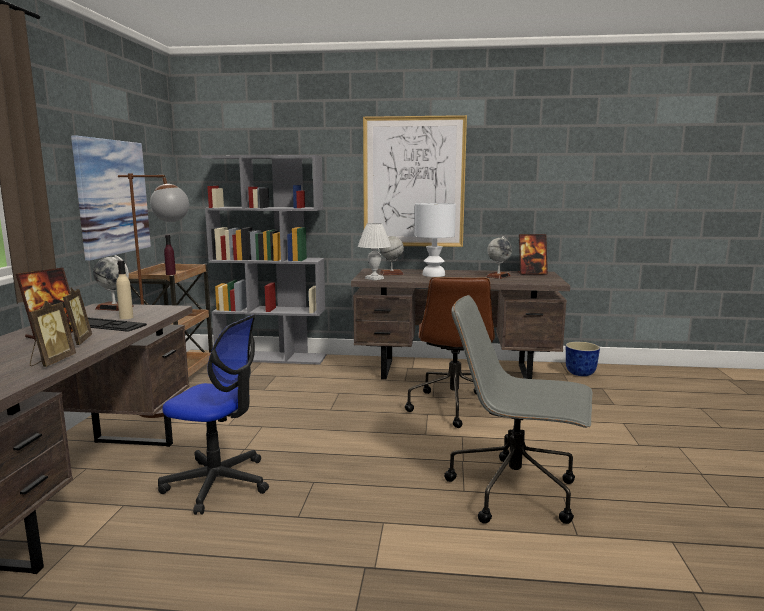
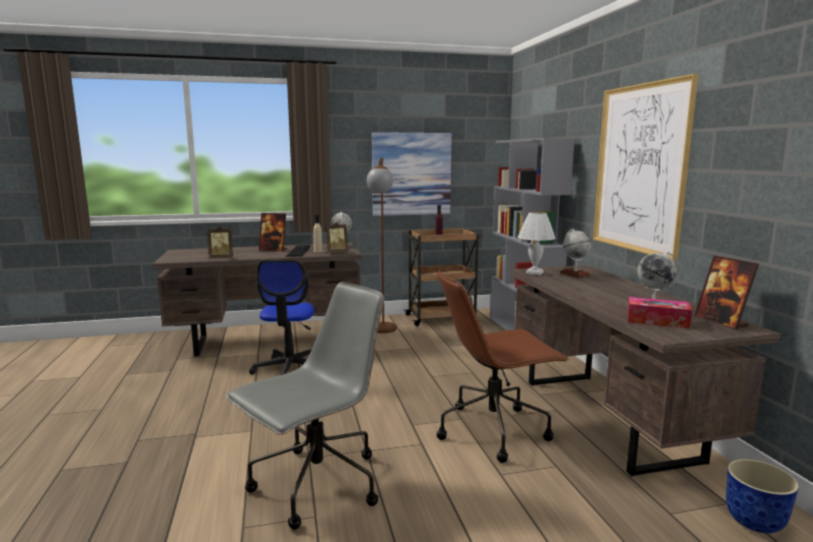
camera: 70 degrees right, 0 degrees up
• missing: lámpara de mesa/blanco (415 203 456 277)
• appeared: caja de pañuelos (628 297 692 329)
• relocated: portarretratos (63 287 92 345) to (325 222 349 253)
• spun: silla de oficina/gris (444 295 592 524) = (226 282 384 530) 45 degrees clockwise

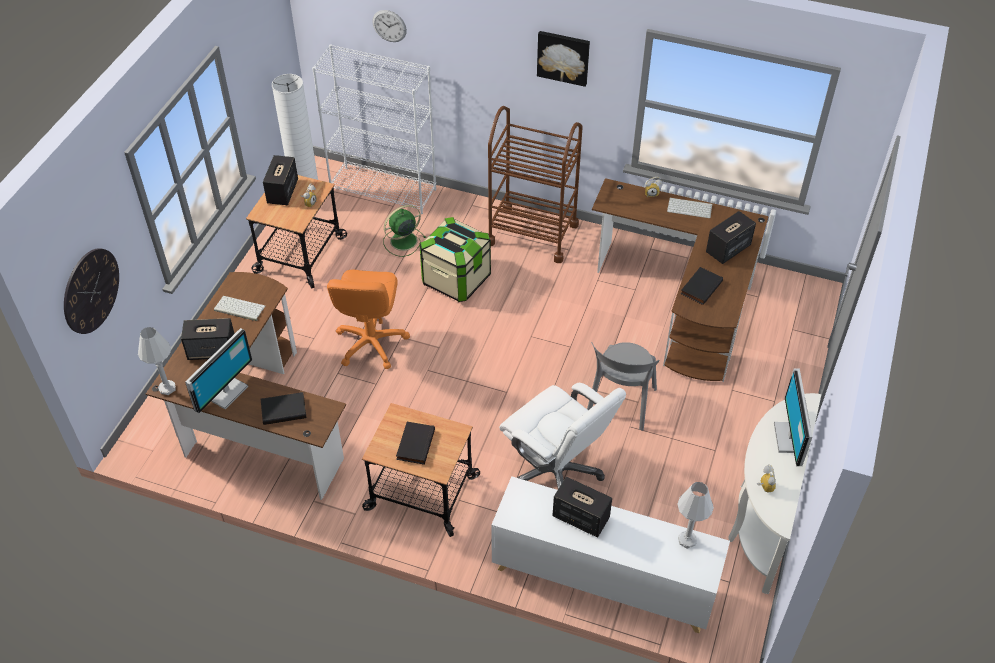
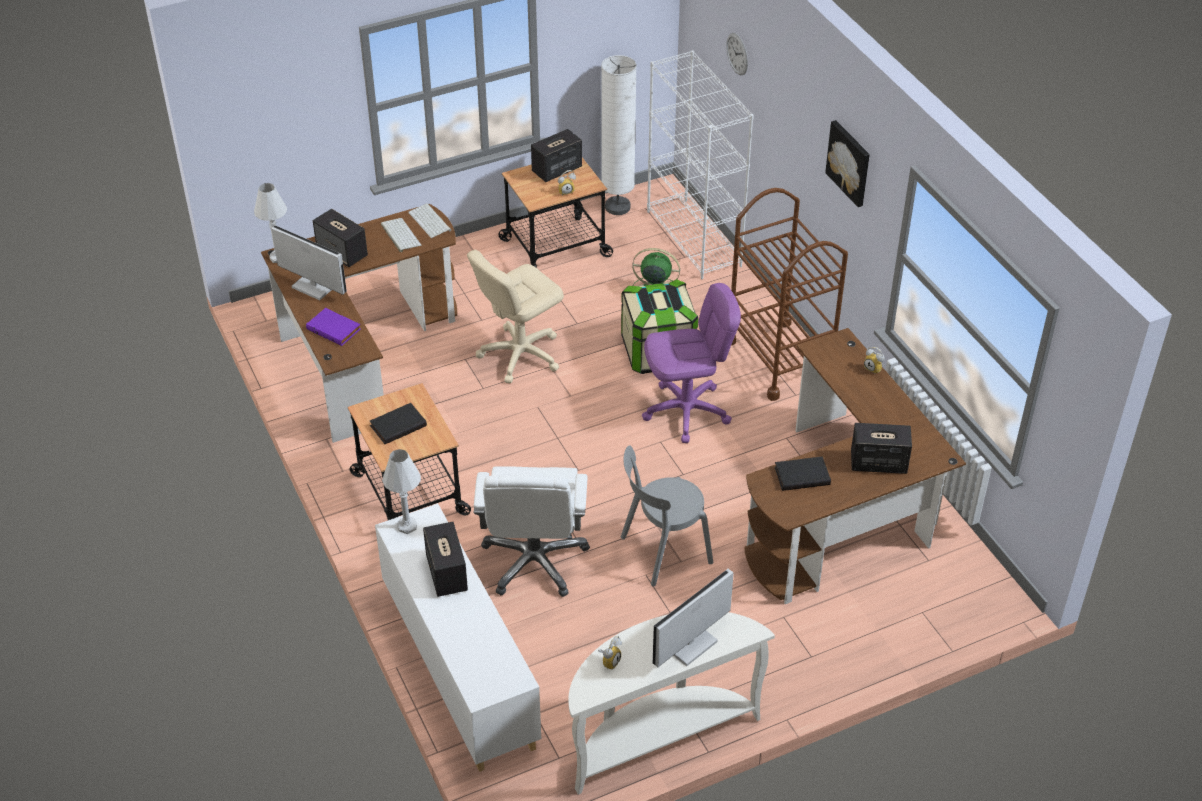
camera: 45 degrees right, 5 degrees down
• missing: reloj de pared (64 248 119 334)
• appeared: silla de oficina/morado (642 283 741 443)
• relocated: teclado (667 198 712 218) to (408 203 451 238)
• relocated: lámpara de mesa/blanco (677 482 714 549) to (382 449 421 534)
• colour: libro/negro (261 392 306 425) to libro/morado (306 308 361 346)
• colour: silla de oficina/naranja (327 270 410 369) to silla de oficina/beis (467 249 564 383)
• spun: monitor (185 328 252 413) = (271 225 347 300) 135 degrees counterclockwise

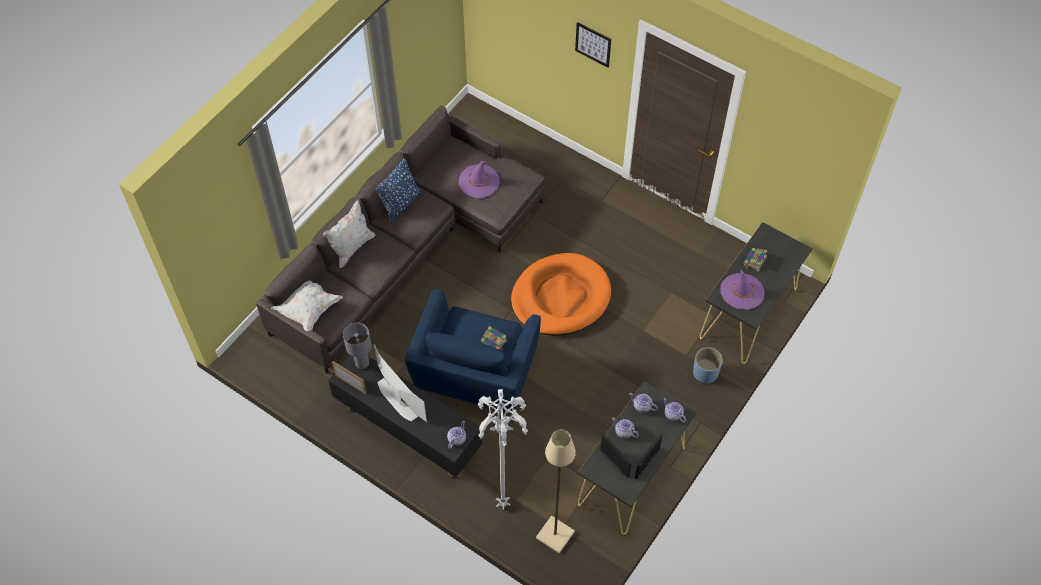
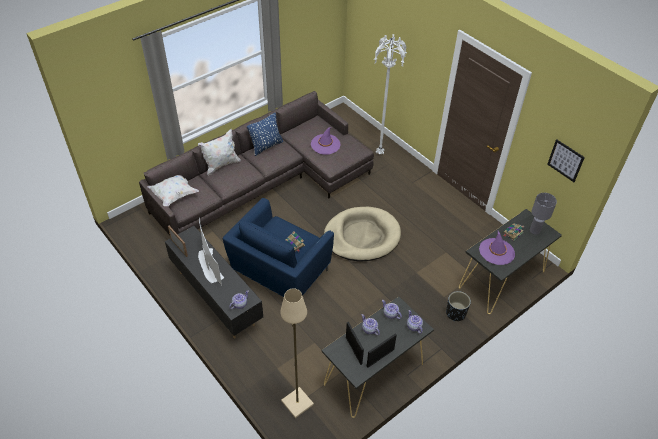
camera: 15 degrees right, 10 degrees down
• relocated: lámpara de mesa/gris (343 322 372 369) to (530 193 557 235)
• relocated: lámpara de pie/blanco (478 389 528 510) to (374 34 407 155)
• relocated: cuadro (575 22 611 67) to (547 139 585 182)
• colour: cama para perro/naranja (511 253 611 336) to cama para perro/beis (324 207 401 262)
• colour: maceta/azul (693 347 723 384) to maceta/negro (446 291 471 322)

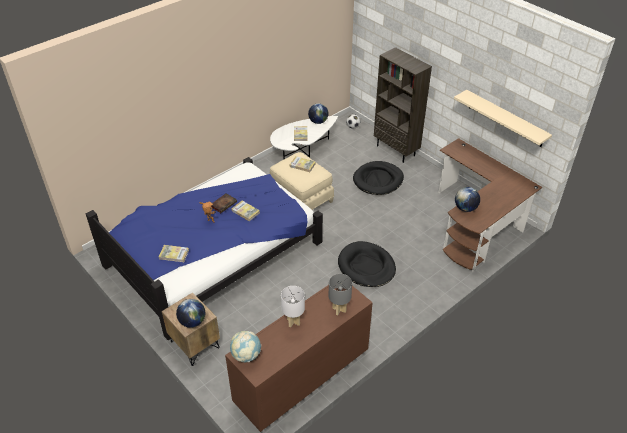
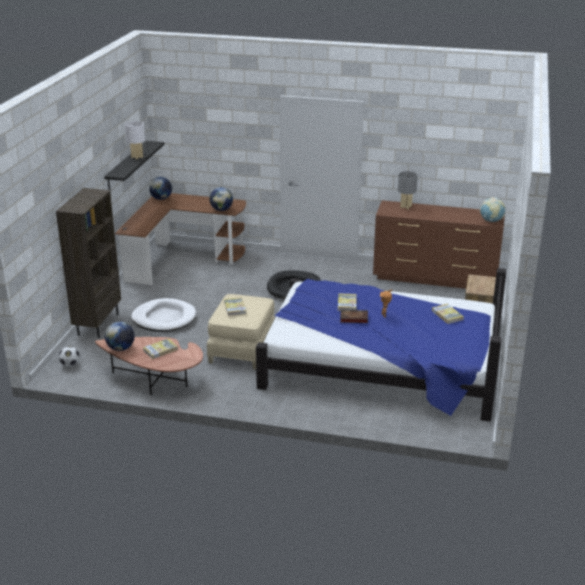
camera: 125 degrees left, 15 degrees down
• relocated: globo terráqueo (176 299 205 328) to (149 177 172 200)
• relocated: lámpara de mesa/blanco (281 286 305 327) to (125 121 145 160)
• colour: mesa de centro/blanco (270 116 338 159) to mesa de centro/marrón (95 337 203 395)
• colour: cama para perro/negro (353 161 404 195) to cama para perro/blanco (131 298 196 332)
• colour: estante/beis (454 90 552 147) to estante/negro (104 141 164 190)

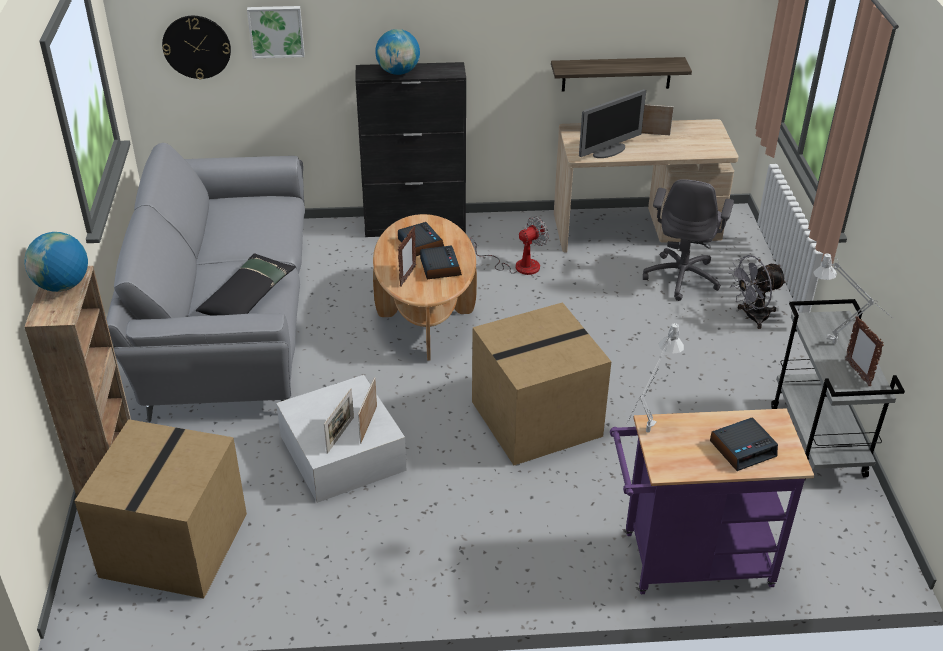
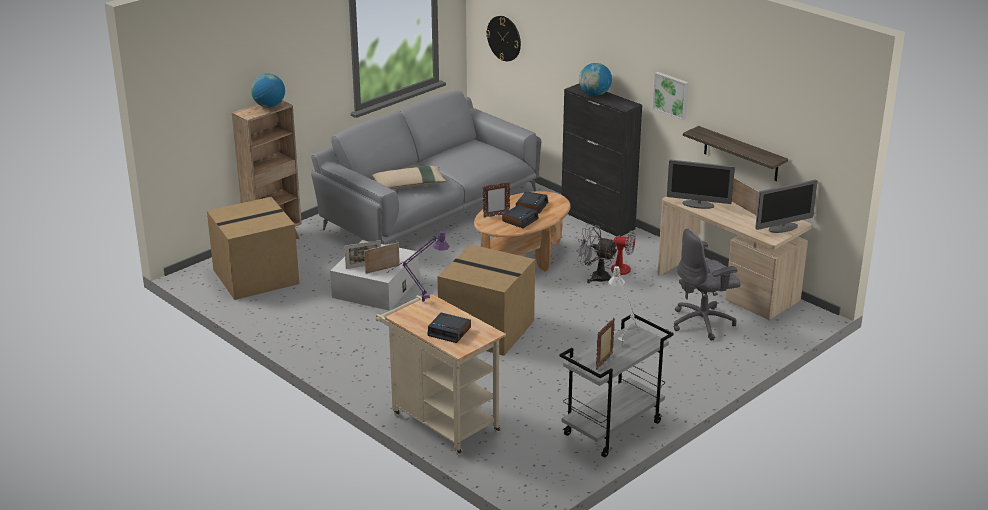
camera: 50 degrees right, 10 degrees down
• appeared: monitor (755 179 817 233)
• relocated: cuadro (247 6 305 58) to (653 72 689 120)
• relocated: ventilador/gris (728 255 787 329) to (576 224 618 283)
• colour: cojín/negro (196 253 296 316) to cojín/beis (372 166 446 189)
• colour: carrito/morado (610 408 814 594) to carrito/beis (375 294 506 455)
• colour: lámpara de mesa/gris (627 323 684 432) to lámpara de mesa/morado (388 230 450 302)

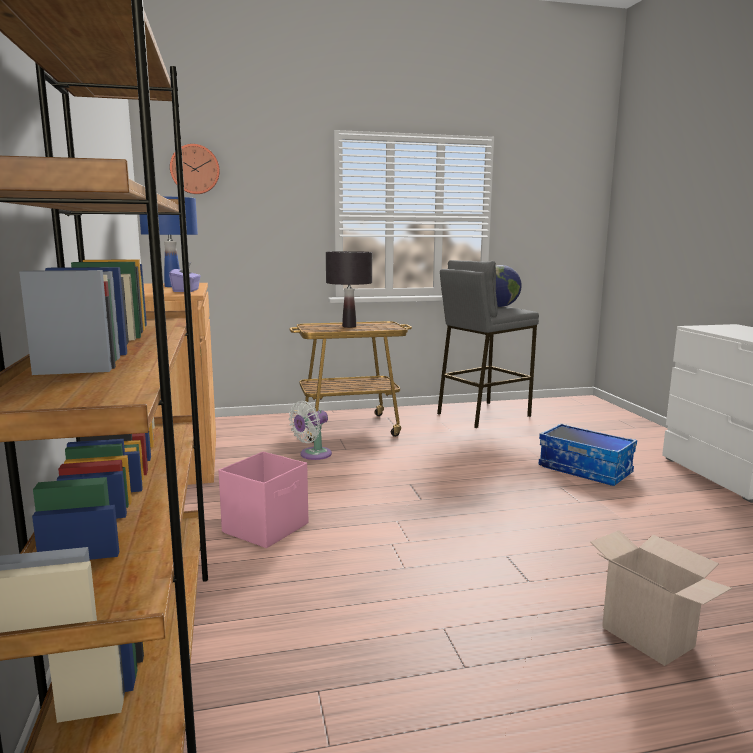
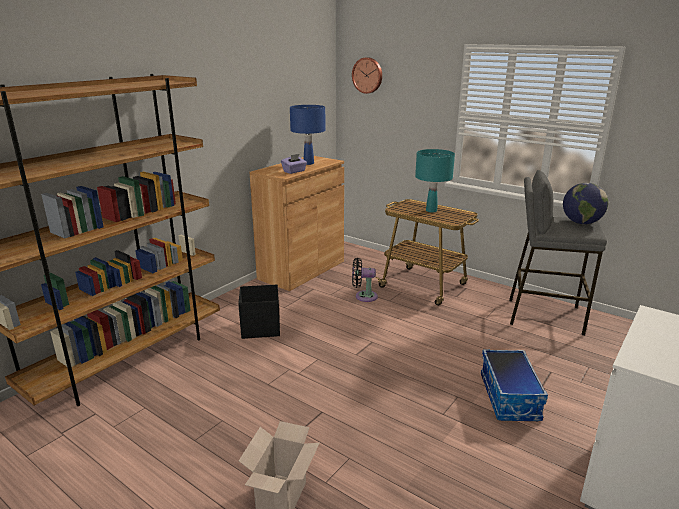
camera: 50 degrees right, 10 degrees up
• colour: caja de almacenaje/rosa (219 451 308 548) to caja de almacenaje/negro (238 284 280 339)
• colour: ventilador/blanco (289 401 332 460) to ventilador/negro (352 258 378 302)
• colour: lámpara de mesa/negro (326 251 372 328) to lámpara de mesa/turquesa (415 149 455 213)

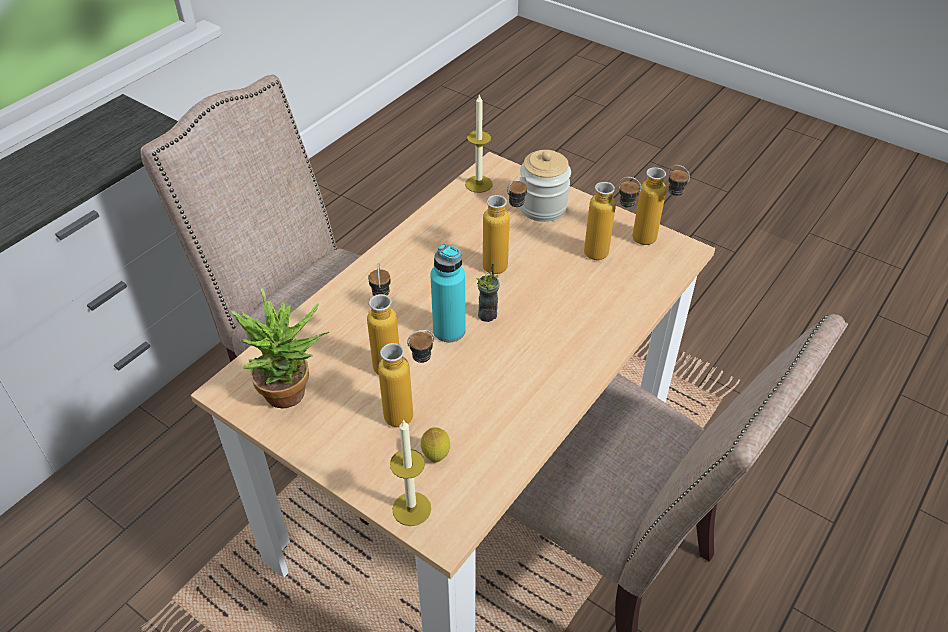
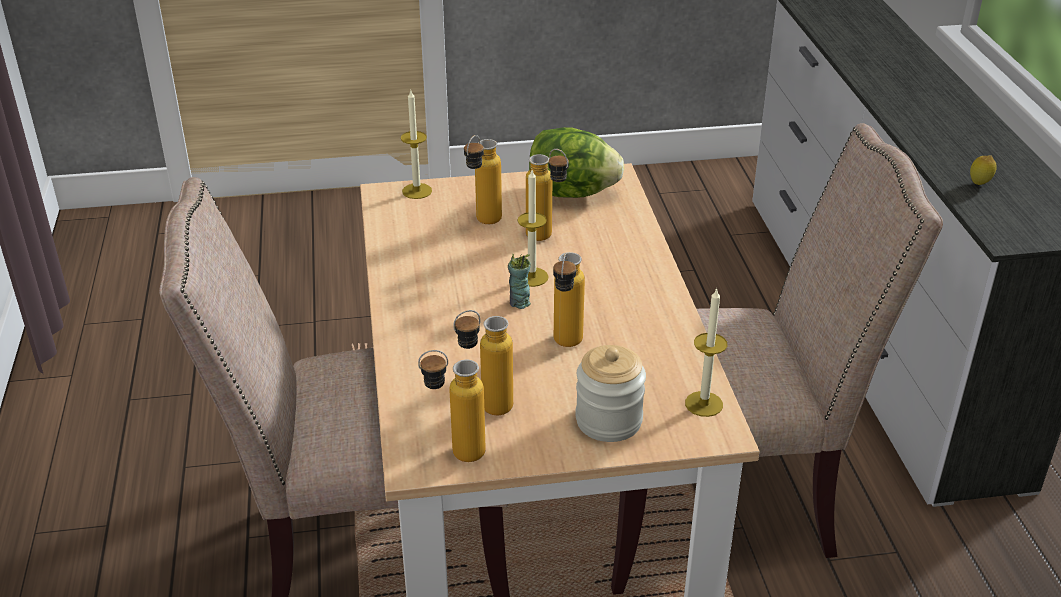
camera: 135 degrees right, 10 degrees down
• relocated: limón (421 427 450 463) to (970 155 997 185)
• exchanged: planta en maceta (231 287 329 409) to lechuga (529 127 625 198)
• exchanged: botella/turquesa (431 244 466 342) to vela (517 170 549 287)

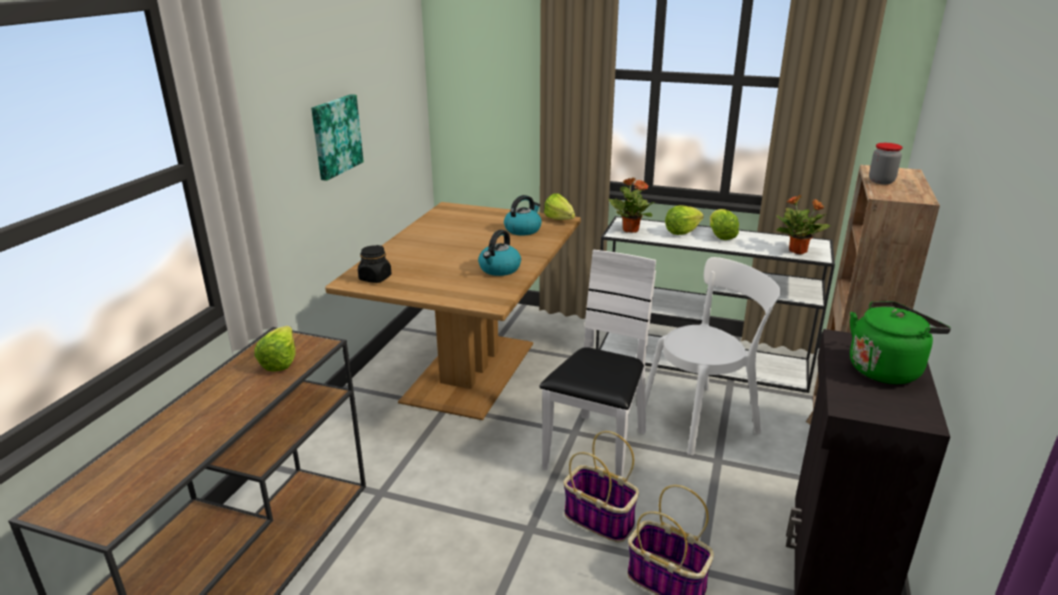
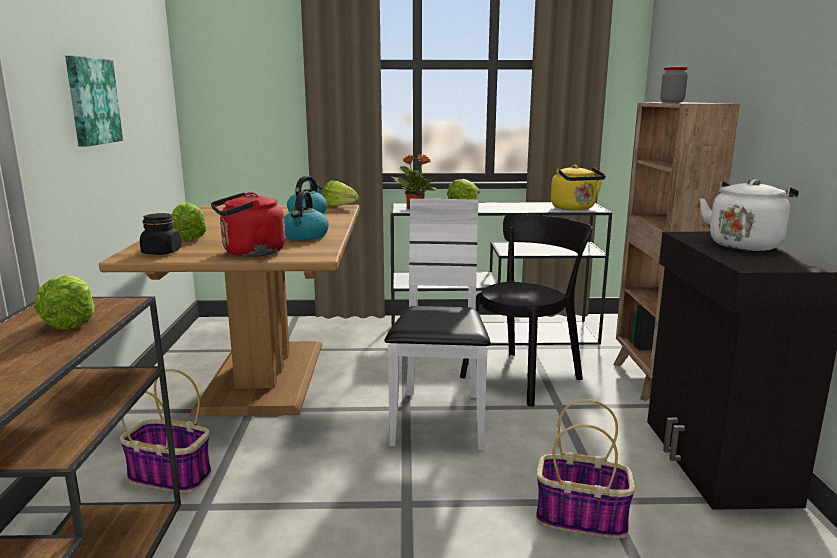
camera: 20 degrees left, 10 degrees down
• appeared: hervidor/rojo (211 192 285 257)
• relocated: cesta (563 431 639 542) to (119 369 211 493)
• relocated: lechuga (710 209 739 240) to (172 202 207 240)
• exchanged: planta en maceta (776 195 830 254) to hervidor/amarillo (551 165 606 210)
• colour: silla/blanco (645 257 781 455) to silla/negro (460 213 593 407)
• colour: hervidor/verde (850 301 951 384) to hervidor/blanco (699 179 799 251)

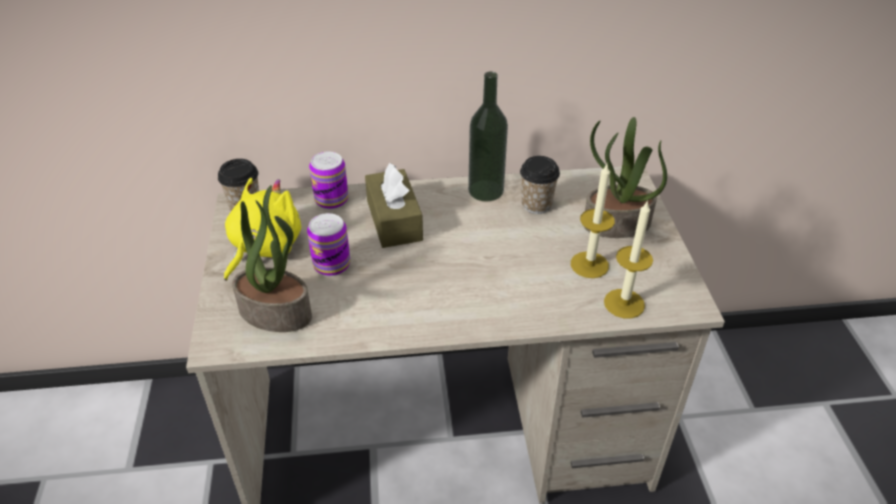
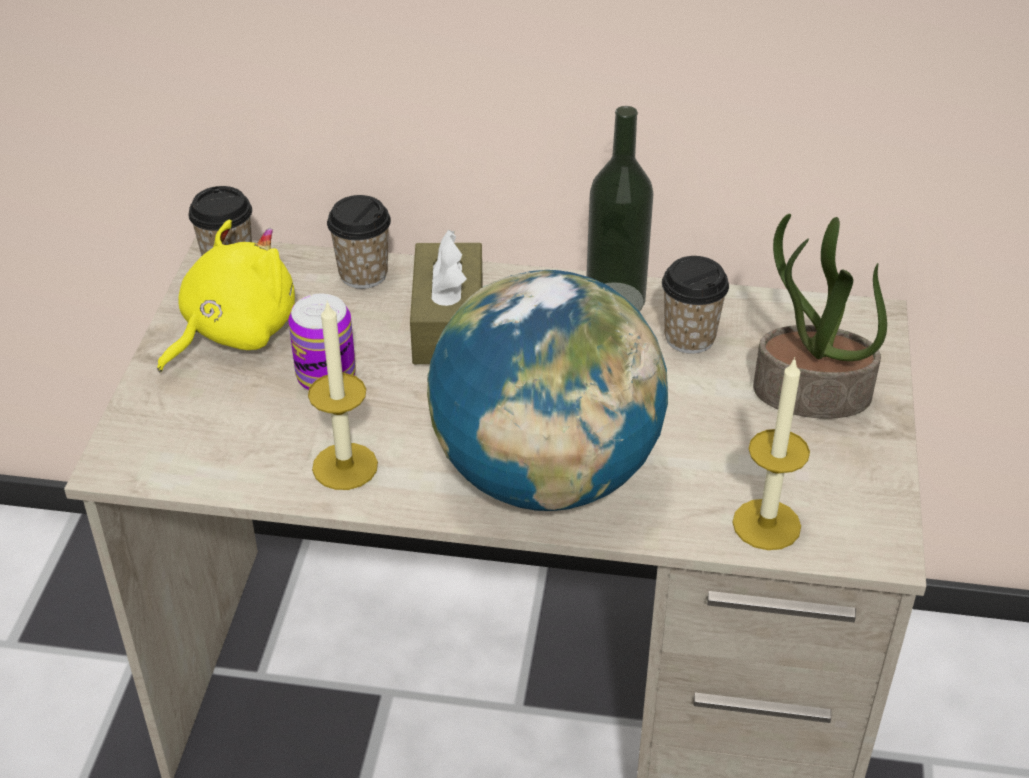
camera: 15 degrees right, 0 degrees up
• missing: planta en maceta (232 185 312 332)
• appeared: globo terráqueo (427 270 668 511)
• relocated: vela (571 164 615 278) to (308 301 378 490)
• exchanged: lata (309 151 348 209) to taza (327 195 391 289)

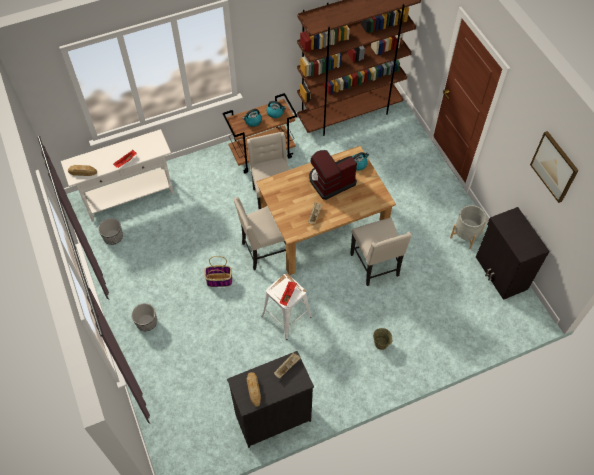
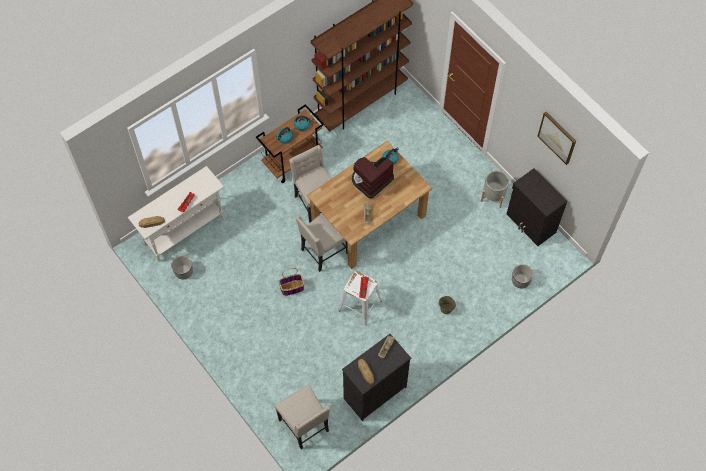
camera: 15 degrees left, 5 degrees up
• relocated: maceta (131 303 157 331) to (512 264 533 288)
• relocated: silla/beis (350 218 412 286) to (275 384 330 449)

